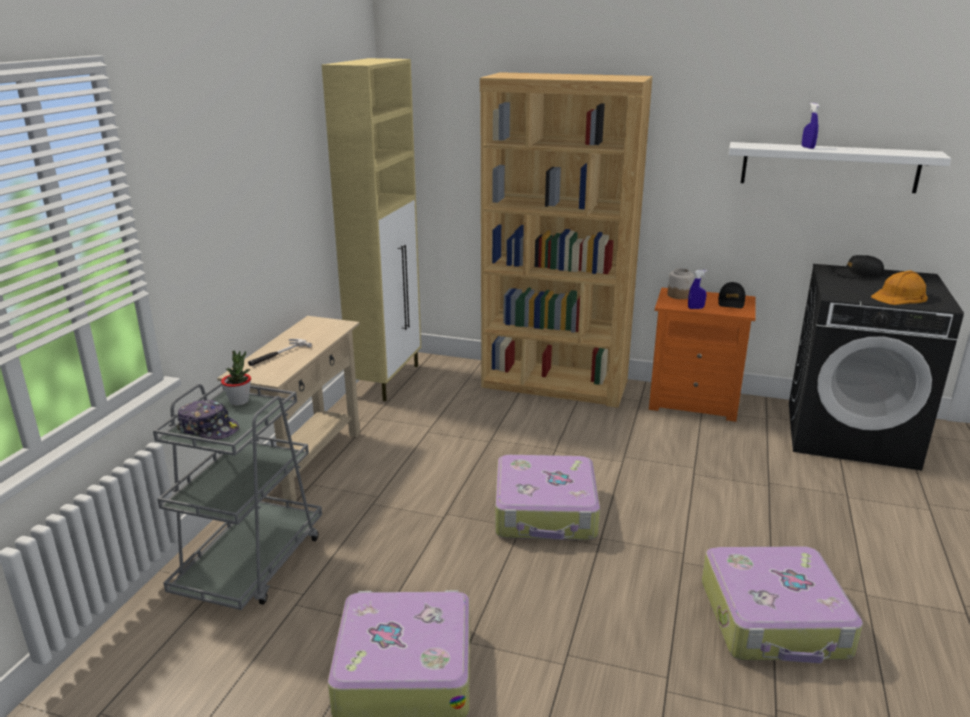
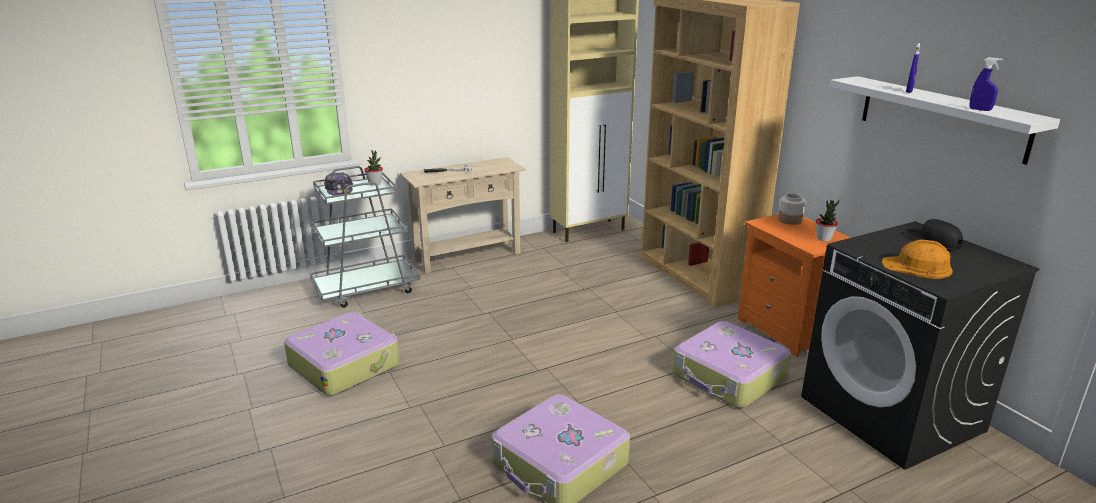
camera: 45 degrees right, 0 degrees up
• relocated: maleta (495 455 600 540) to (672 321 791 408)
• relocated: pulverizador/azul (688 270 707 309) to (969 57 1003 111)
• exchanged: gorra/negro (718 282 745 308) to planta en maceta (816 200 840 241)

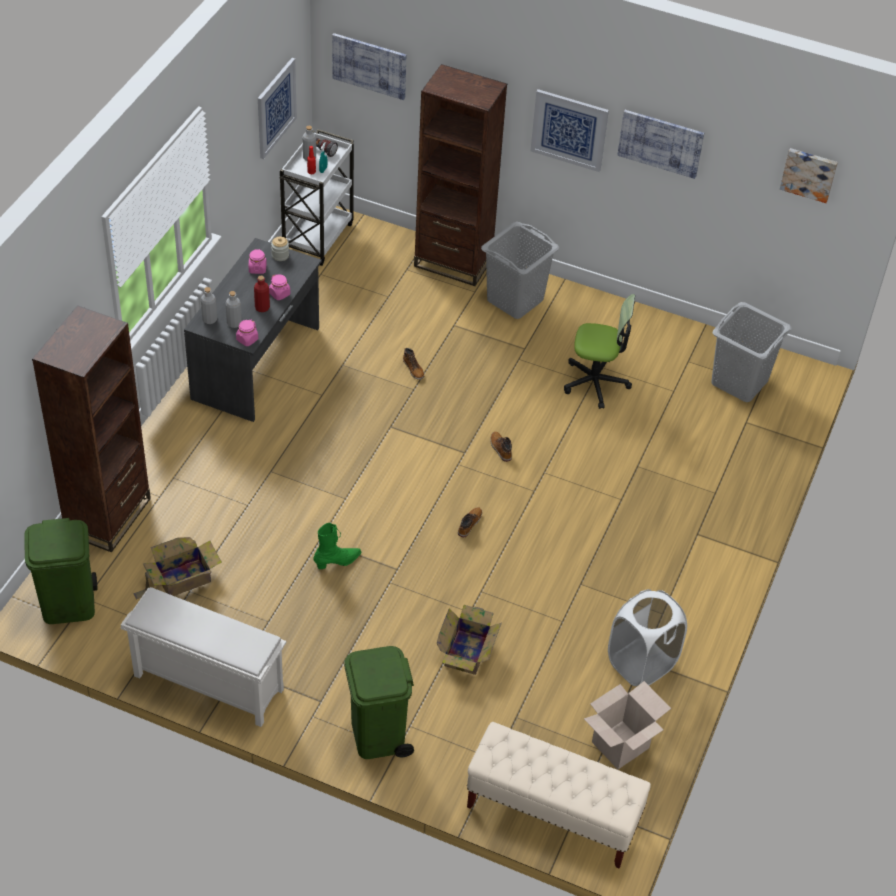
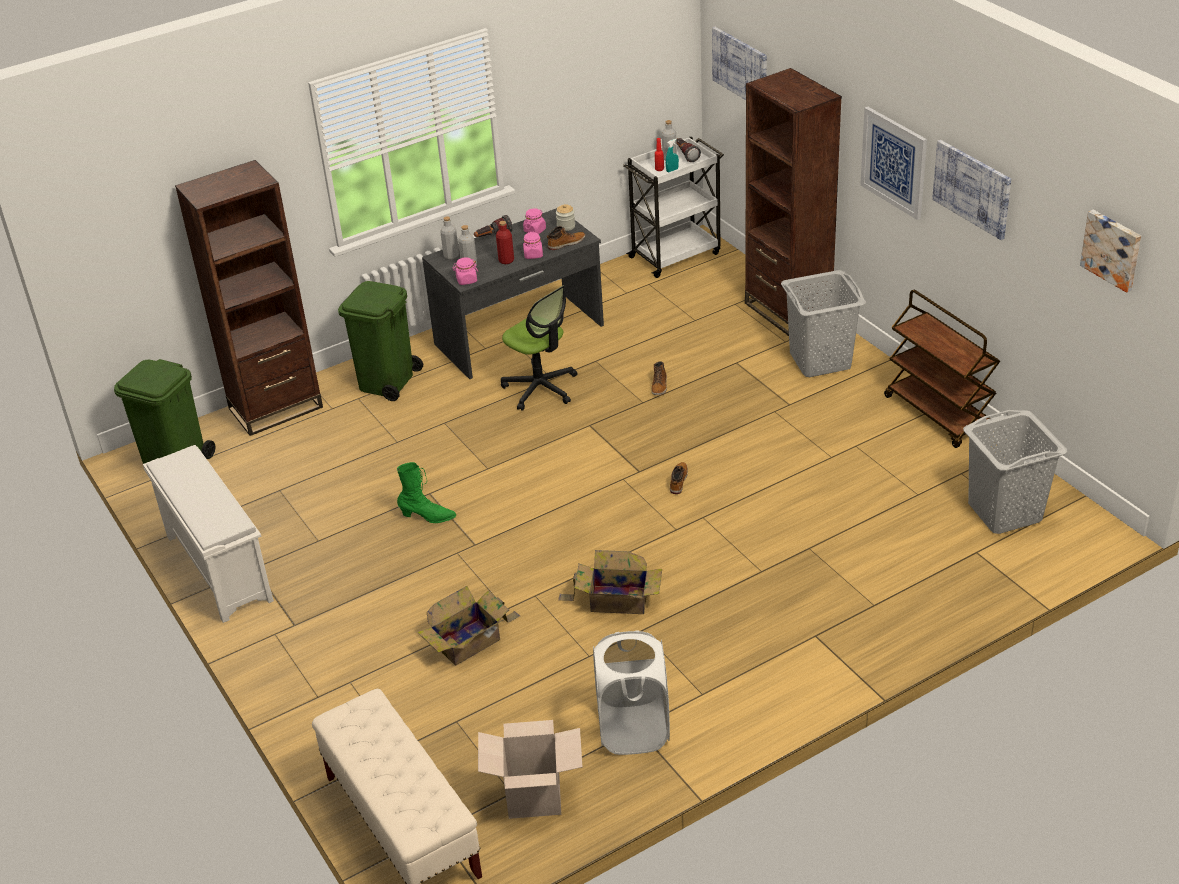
camera: 40 degrees right, 10 degrees down
• missing: cuadro (258 58 297 159)
• appeared: linterna (474 215 513 237)
• appeared: carrito/marrón (884 290 1000 448)
• relocated: caja de cartón (133 537 222 600) to (558 550 662 614)
• relocated: papelera/verde (344 646 414 759) to (338 281 423 401)
• relocated: bota (458 507 482 537) to (547 226 585 250)
• relocated: silla de oficina (564 294 635 409) to (501 285 577 411)

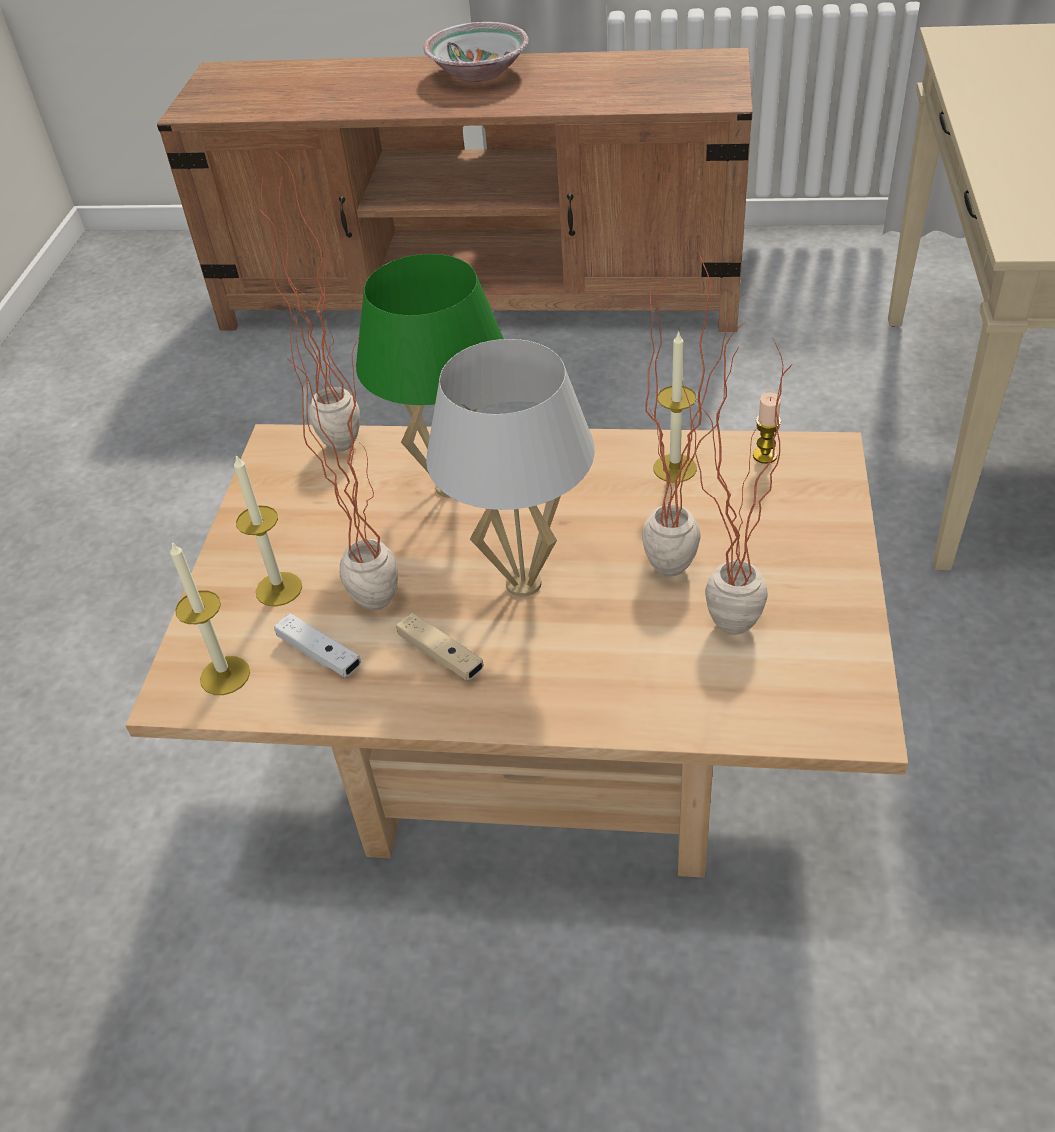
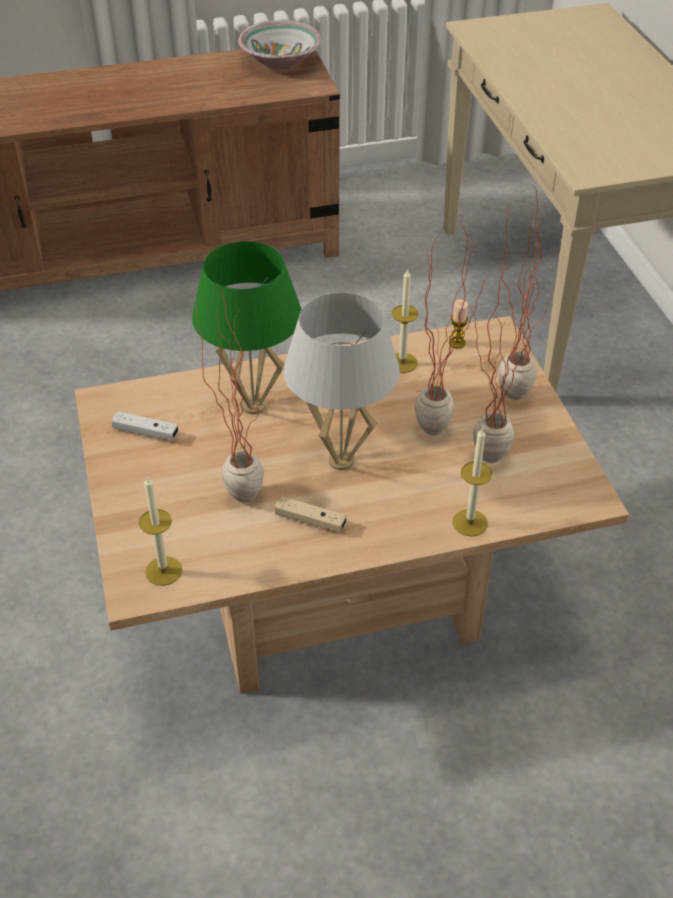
camera: 25 degrees left, 0 degrees up
• relocated: vela (234 455 302 606) to (452 427 492 536)
• relocated: planta en maceta (258 150 360 451) to (498 187 555 400)
• relocated: mando de consola/blanco (274 613 361 677) to (111 411 178 440)
• relocated: cuenco (424 22 529 82) to (238 20 322 69)

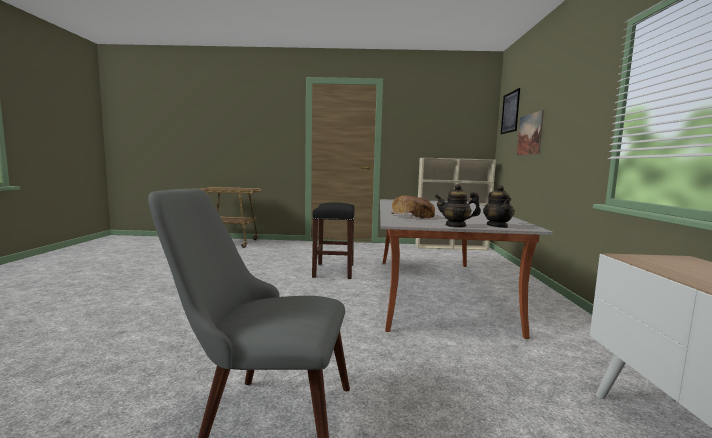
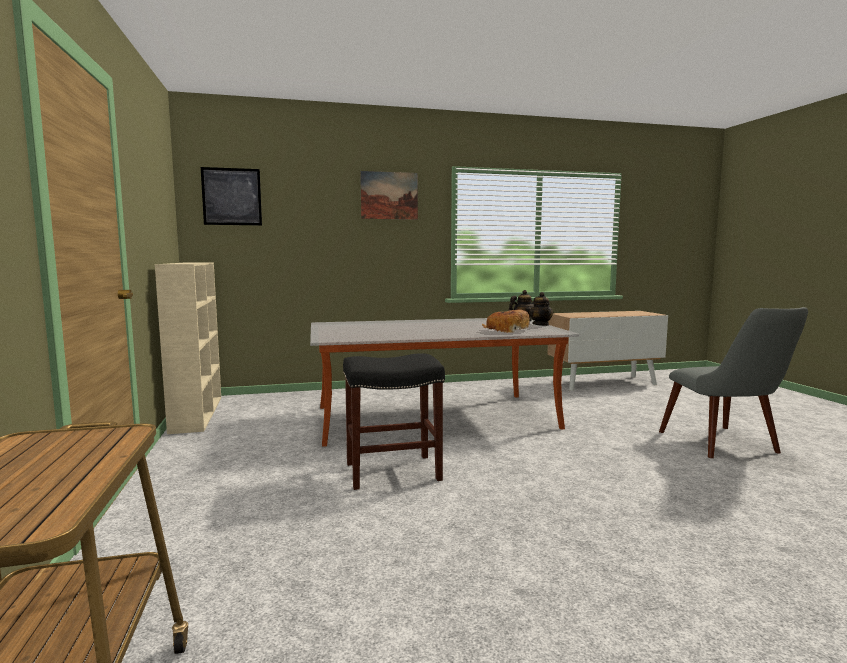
camera: 105 degrees left, 0 degrees up
• relocated: cuadro (517 110 544 155) to (360 171 418 220)

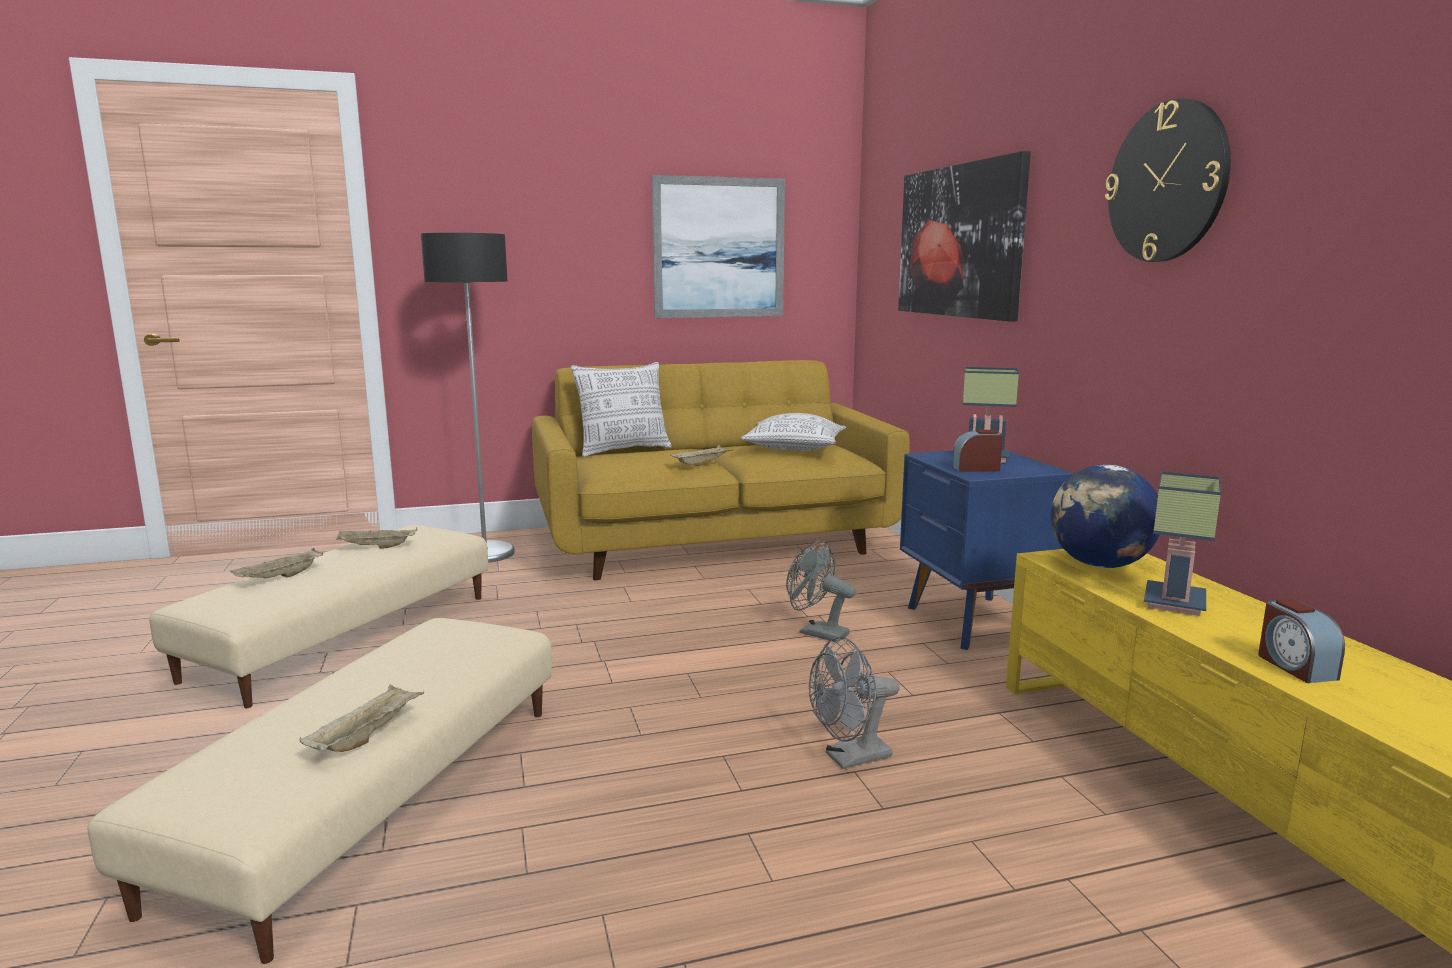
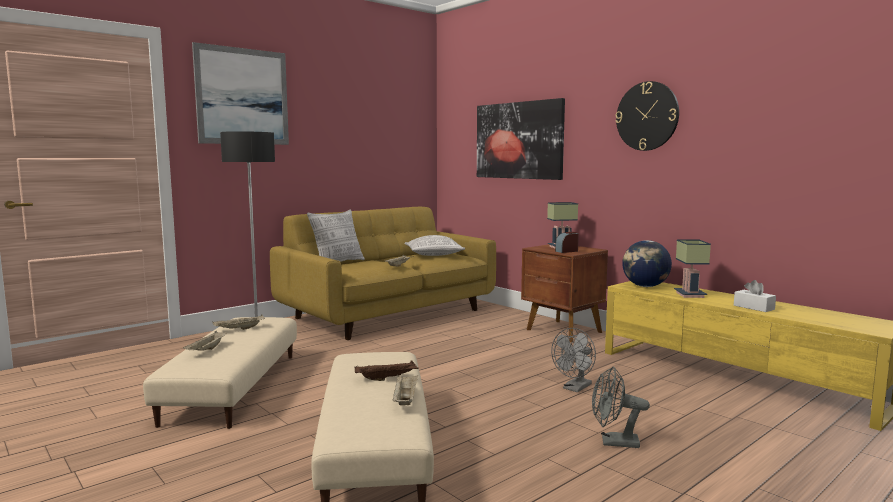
camera: 25 degrees left, 5 degrees down
• appeared: bandeja/marrón (355 360 419 381)
• relocated: cuadro (652 175 785 318) to (192 42 289 145)
• relocated: ventilador/gris (786 540 856 643) to (592 366 650 448)
• exchanged: despertador (1258 599 1345 683) to caja de pañuelos/blanco (734 280 776 312)
• colour: mesita de noche/azul (900 451 1073 650) to mesita de noche/marrón (521 245 608 342)

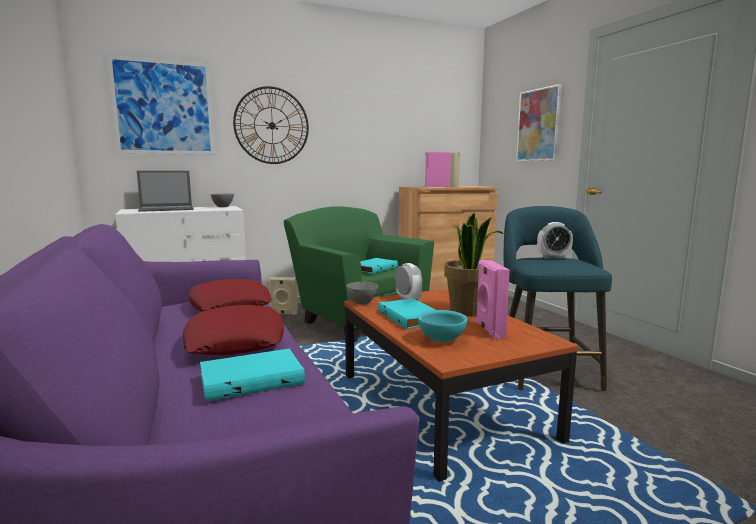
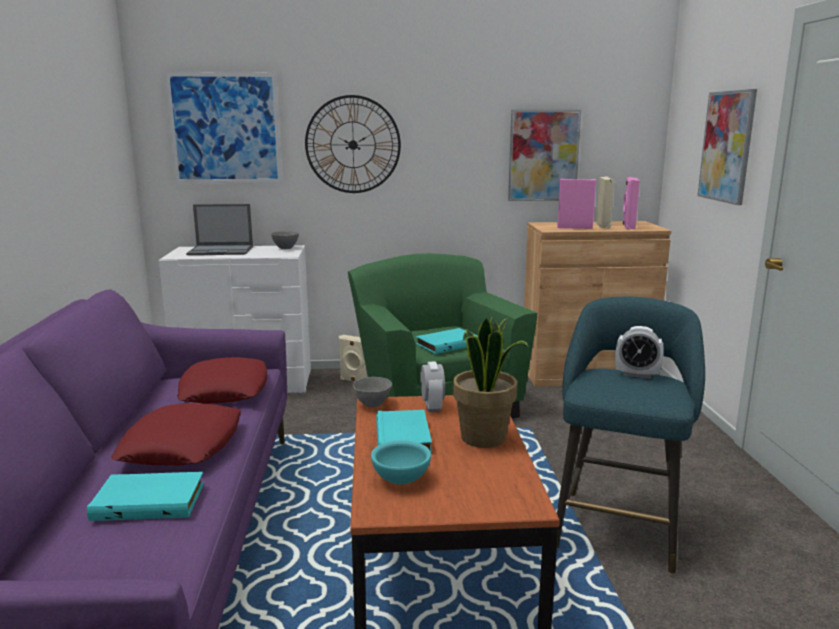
camera: 20 degrees right, 5 degrees up
• appeared: cuadro (508 110 582 201)
• relocated: altavoz/rosa (476 260 510 339) to (623 177 640 230)

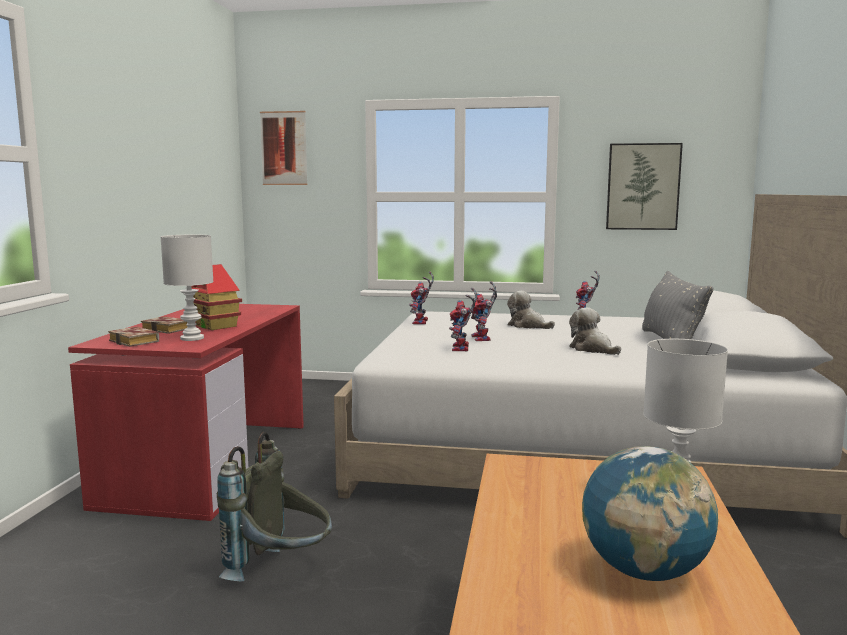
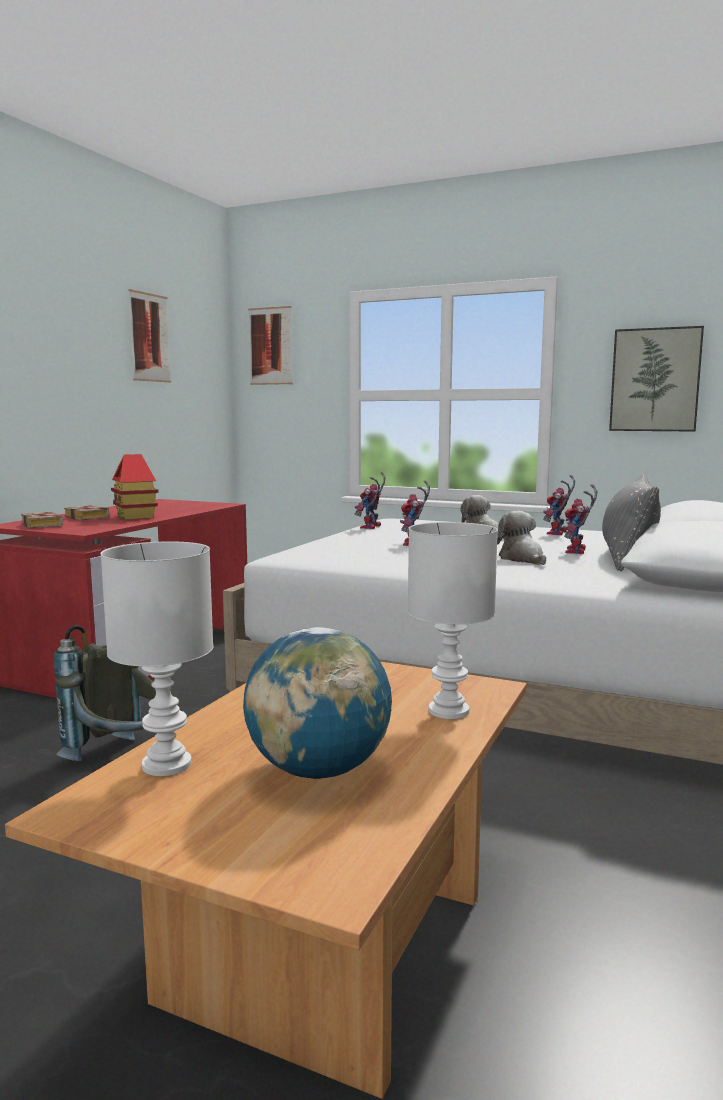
camera: 15 degrees right, 0 degrees up
• appeared: cuadro (128 289 171 382)
• relocated: lámpara de mesa/blanco (160 235 214 341) to (100 541 213 776)
• relocated: robot de juguete (449 288 477 351) to (563 484 598 554)

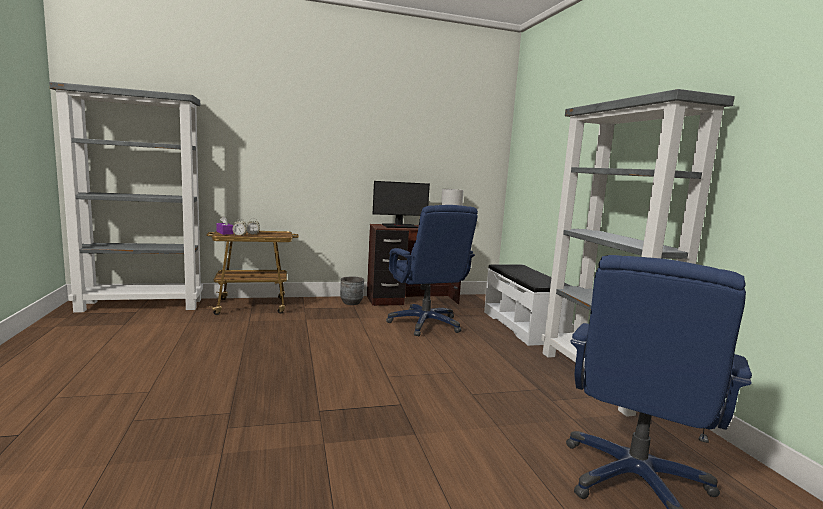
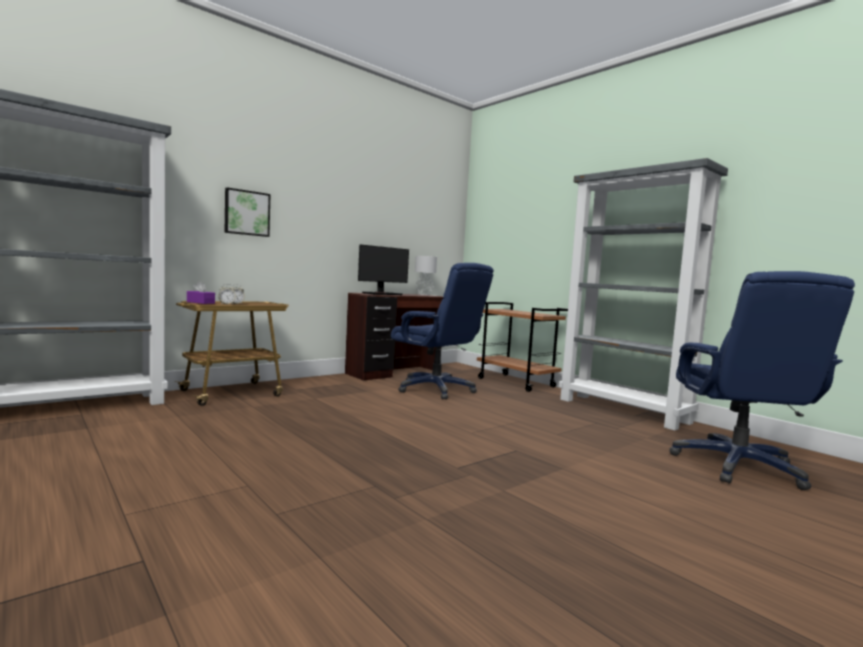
camera: 25 degrees left, 5 degrees down
• missing: maceta/gris (340 277 364 305)
• appeared: cuadro (225 187 270 237)
• exchanged: banco/blanco (484 264 575 346) to carrito/marrón (477 302 568 392)

